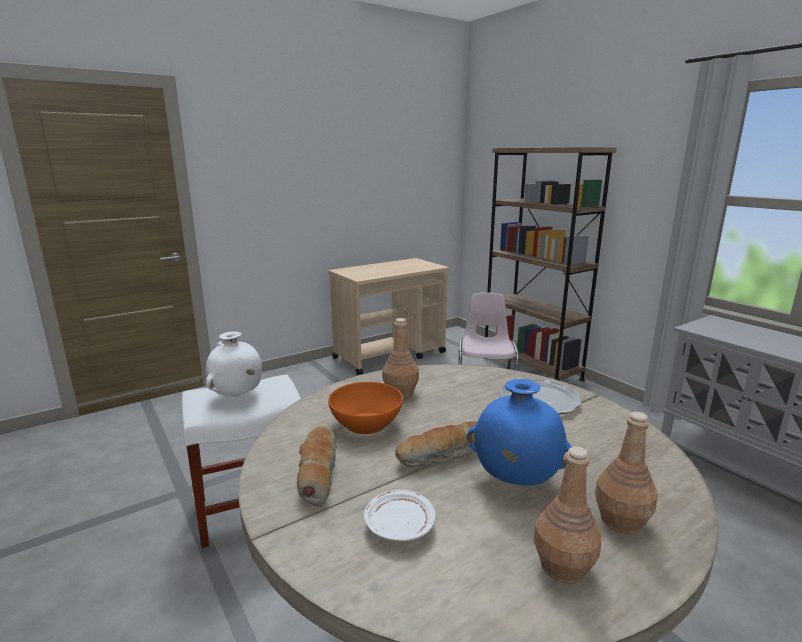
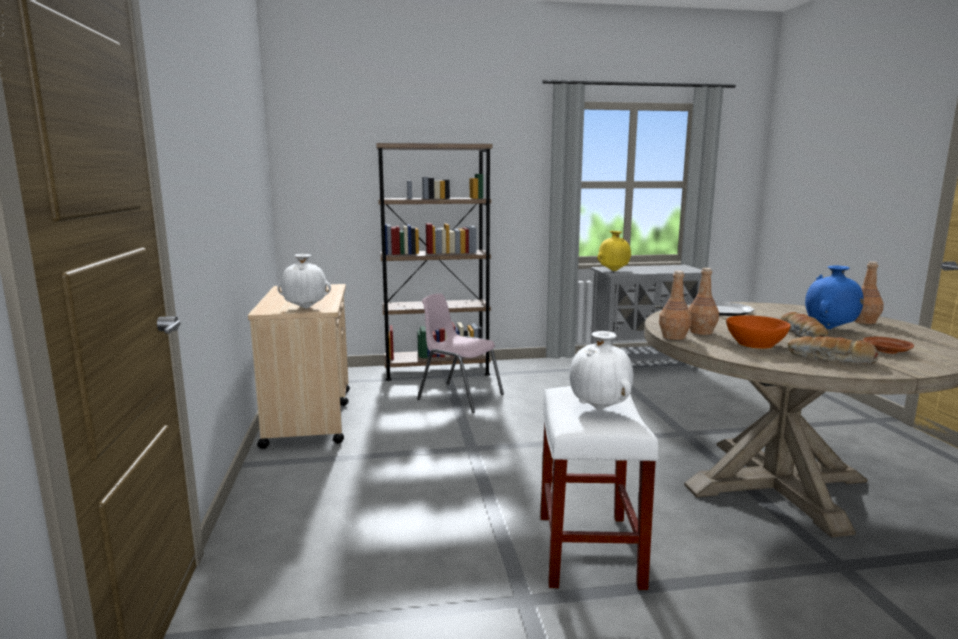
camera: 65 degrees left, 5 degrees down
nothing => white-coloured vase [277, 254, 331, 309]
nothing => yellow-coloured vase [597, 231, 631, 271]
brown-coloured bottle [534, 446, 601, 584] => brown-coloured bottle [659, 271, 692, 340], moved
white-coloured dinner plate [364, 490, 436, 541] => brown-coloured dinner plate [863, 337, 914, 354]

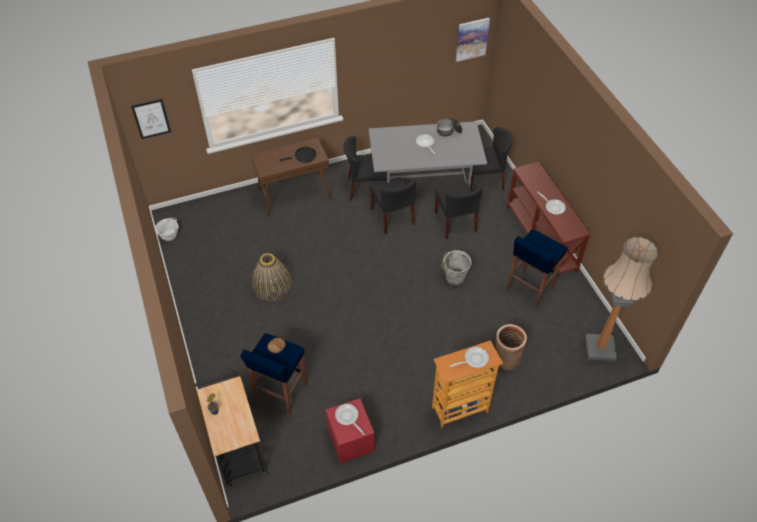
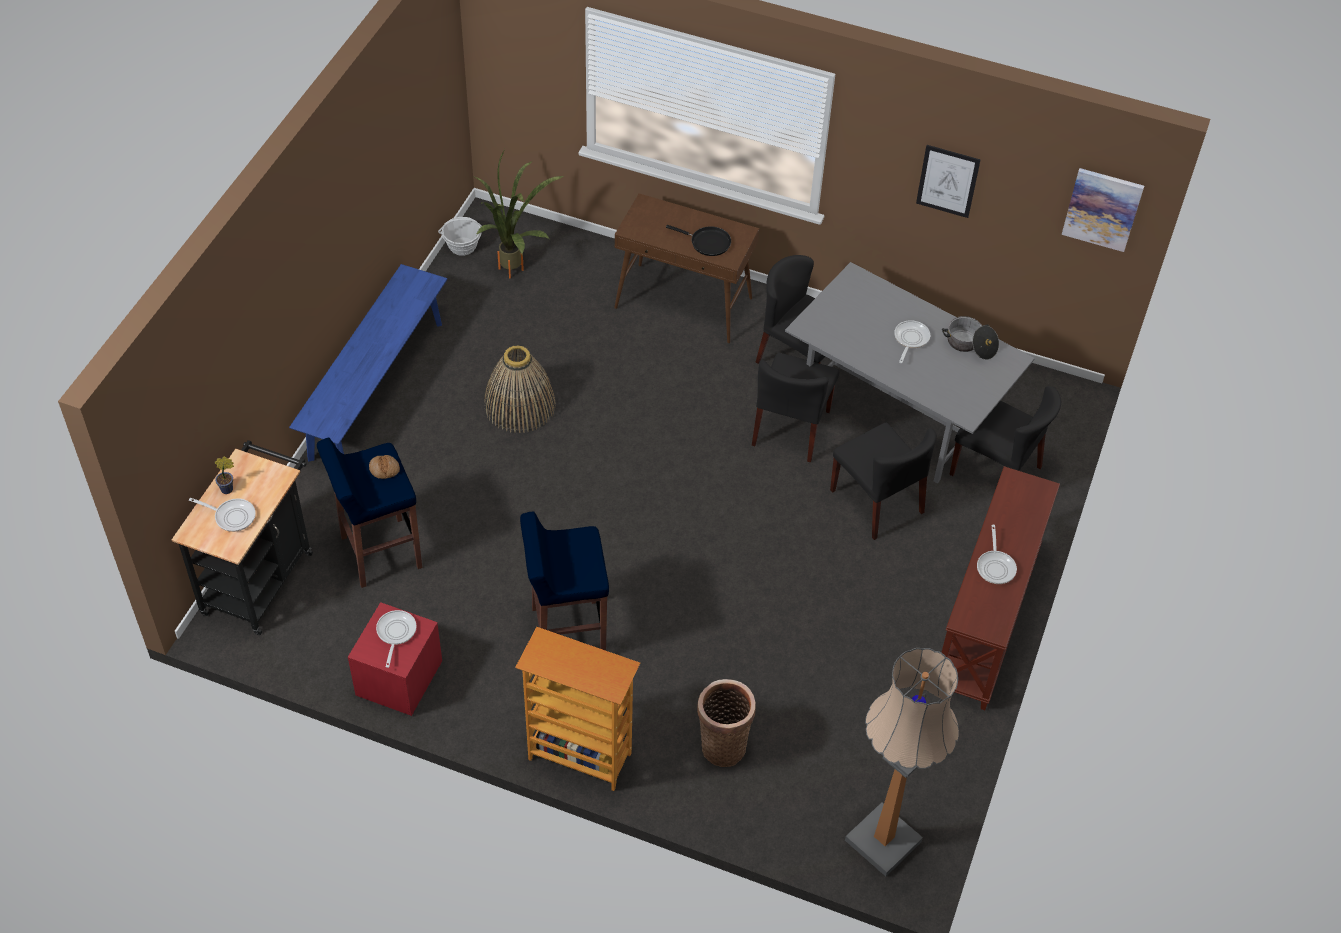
camera: 40 degrees right, 0 degrees up
greyish bucket [441, 250, 472, 285] => nothing
nothing => bluish indoor bench [289, 264, 447, 462]
nothing => potted plant [475, 149, 565, 279]
picture [131, 99, 171, 139] => picture [916, 145, 981, 218], moved
pan [450, 347, 489, 368] => pan [189, 498, 256, 532], moved
bluish sitting stool [506, 230, 567, 308] => bluish sitting stool [520, 511, 609, 651], moved
black-coloured upright chair [435, 183, 482, 239] => black-coloured upright chair [830, 423, 937, 540], 60 degrees counterclockwise

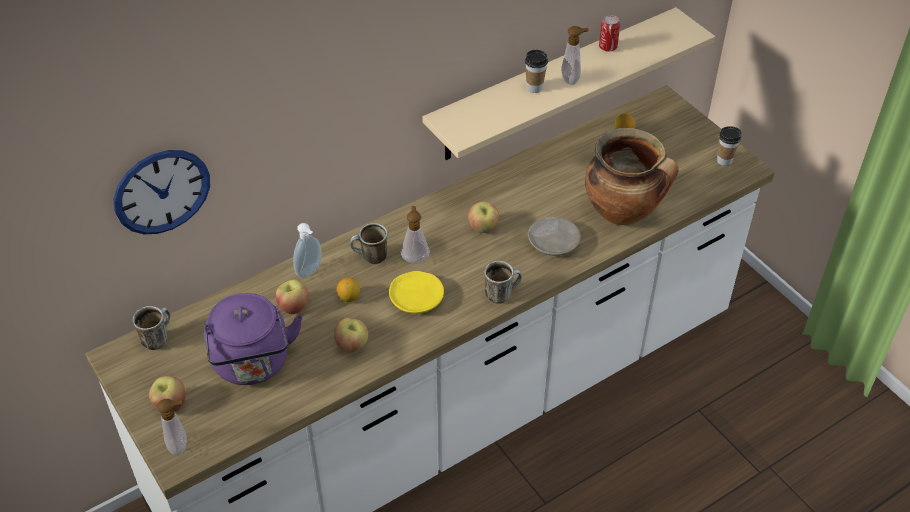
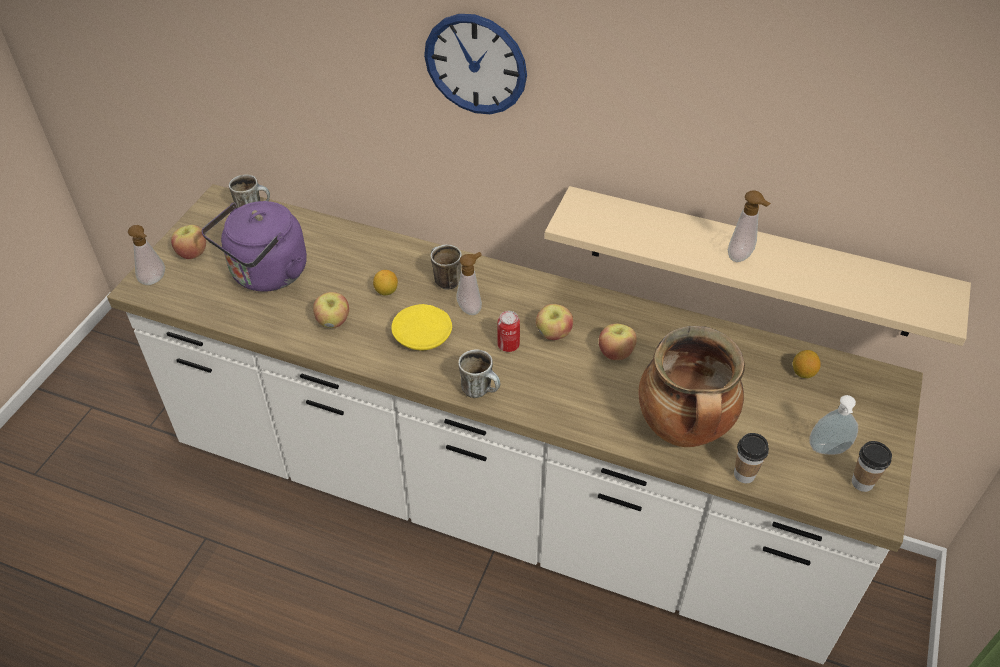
camera: 55 degrees right, 0 degrees up
sand-coloured dinner plate [528, 217, 581, 256] => nothing
clock on the wall [113, 150, 210, 234] => clock on the wall [424, 14, 527, 114], moved
whole apple [276, 279, 309, 314] => whole apple [599, 323, 637, 360], moved
soap bottle [293, 223, 322, 278] => soap bottle [809, 395, 858, 455], moved
small cup [525, 50, 548, 93] => small cup [734, 433, 769, 483], moved
metal can [599, 15, 620, 52] => metal can [497, 311, 520, 352], moved

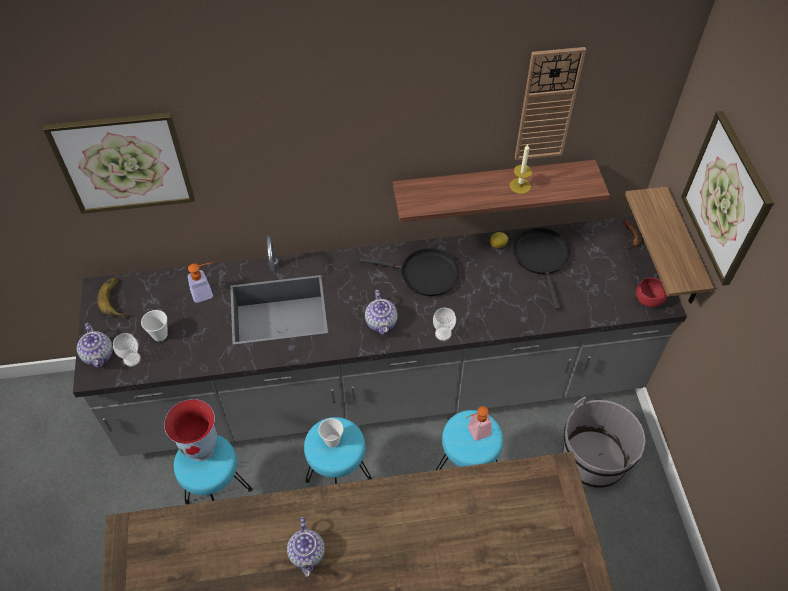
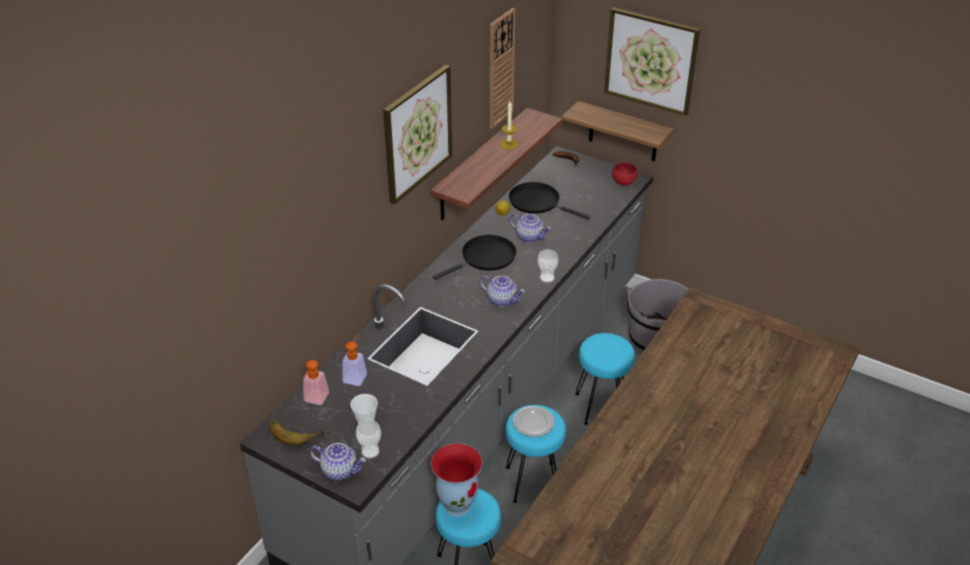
camera: 50 degrees left, 15 degrees down
picture [43, 112, 195, 214] => picture [383, 65, 452, 205], moved
tea pot [287, 517, 325, 577] => tea pot [509, 213, 551, 243], moved
soap bottle [466, 406, 492, 441] => soap bottle [303, 360, 329, 405], moved
small cup [318, 418, 344, 447] => dinner plate [513, 406, 555, 437]

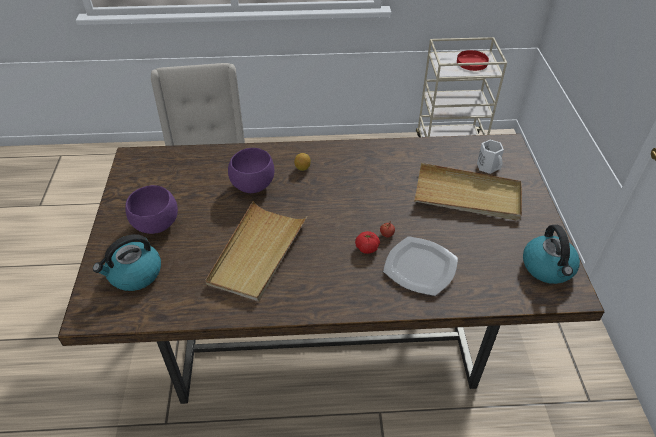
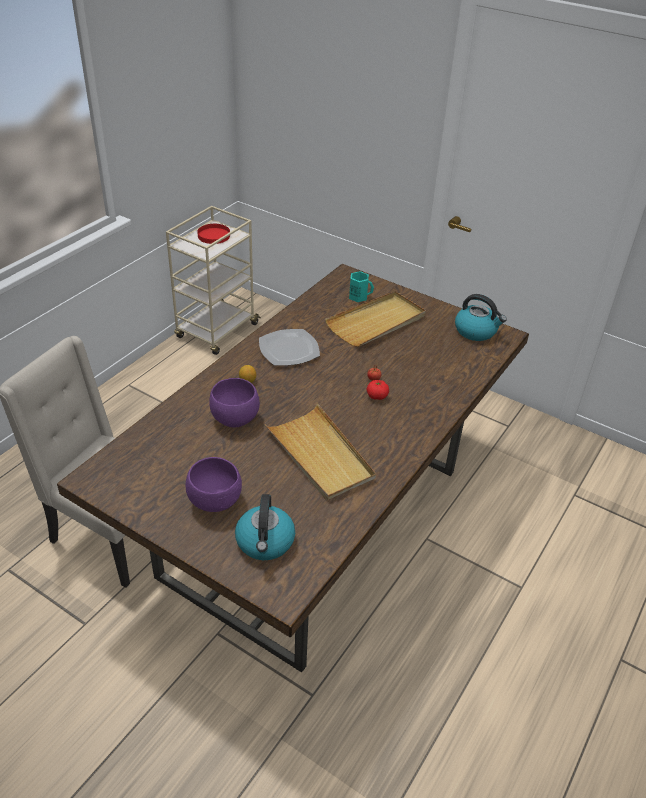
camera: 55 degrees left, 5 degrees down
dinner plate [383, 236, 458, 296] => dinner plate [259, 329, 320, 366], moved
white-coloured mug [477, 140, 504, 174] => turquoise-coloured mug [349, 271, 374, 302]

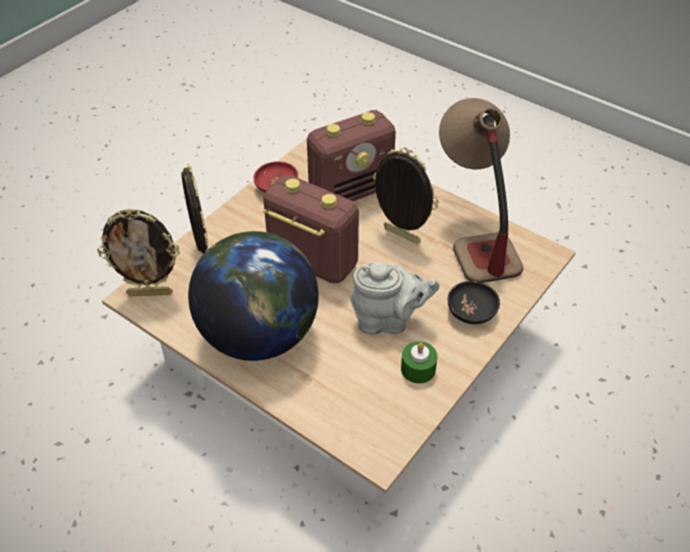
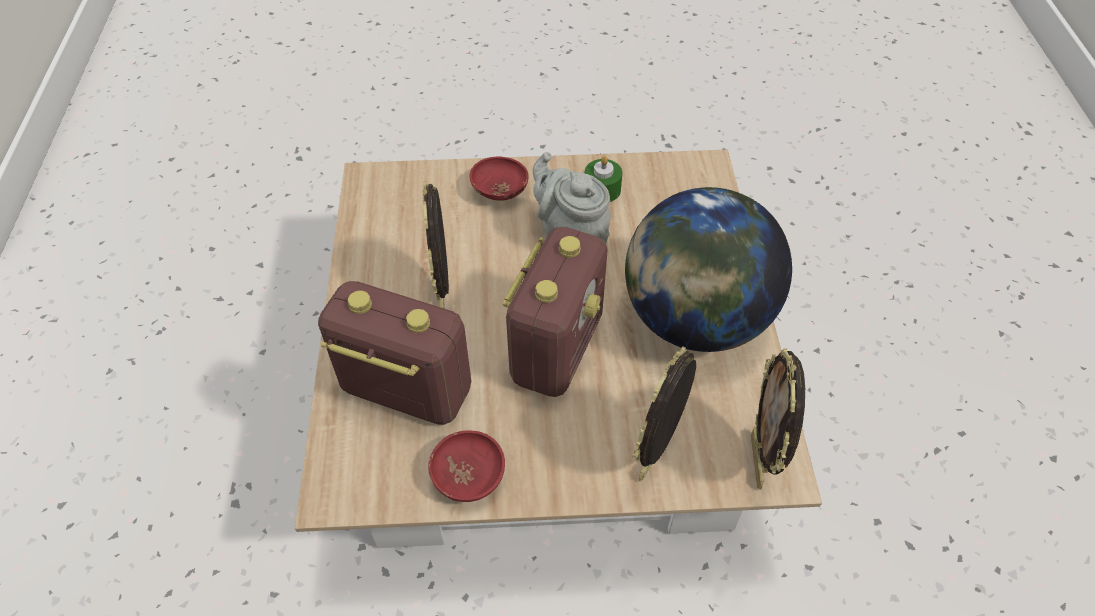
camera: 130 degrees left, 5 degrees up
table lamp [439, 98, 523, 283] => nothing
black-coloured deep dish [448, 281, 500, 324] => red deep dish [470, 156, 529, 201]
photo frame [97, 208, 180, 296] => photo frame [751, 348, 805, 490], 135 degrees counterclockwise
radio set [263, 175, 359, 284] => radio set [503, 227, 608, 397], 150 degrees counterclockwise

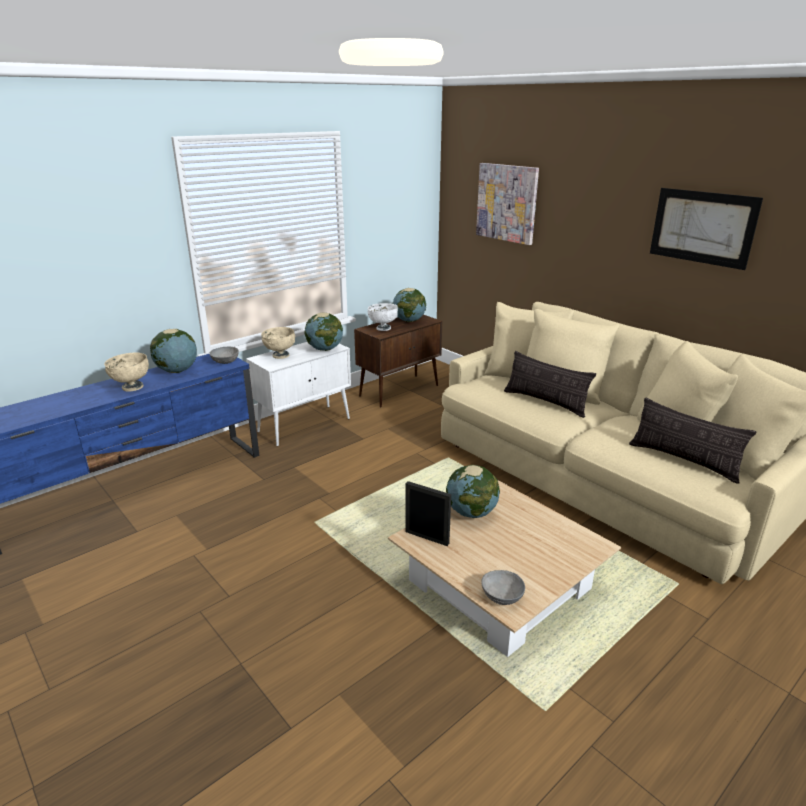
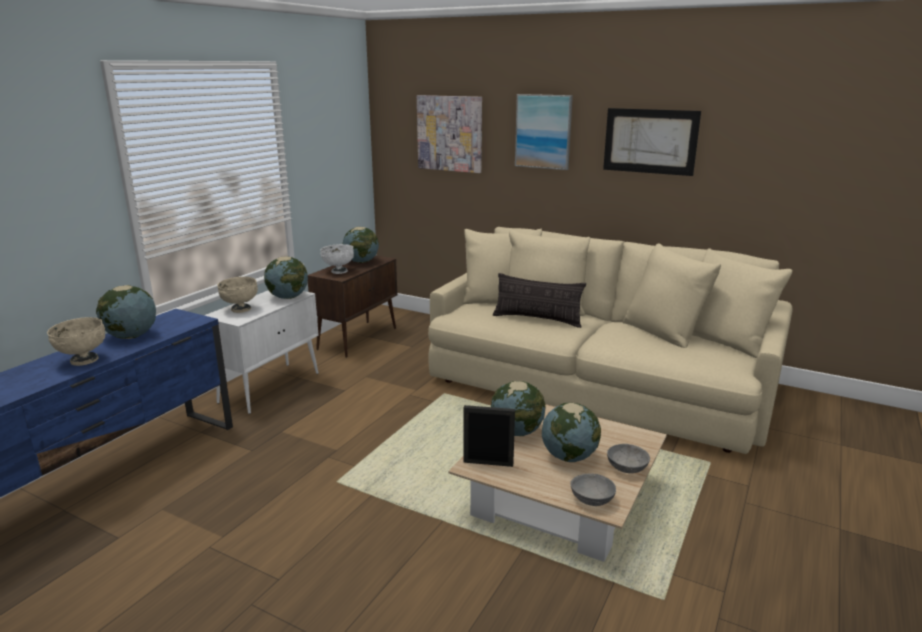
camera: 20 degrees left, 5 degrees down
throw pillow [629, 397, 756, 484] => nothing
nothing => picture [515, 94, 573, 170]
nothing => desk globe [542, 403, 601, 462]
greyish deep dish [209, 347, 239, 364] => greyish deep dish [607, 444, 650, 473], moved

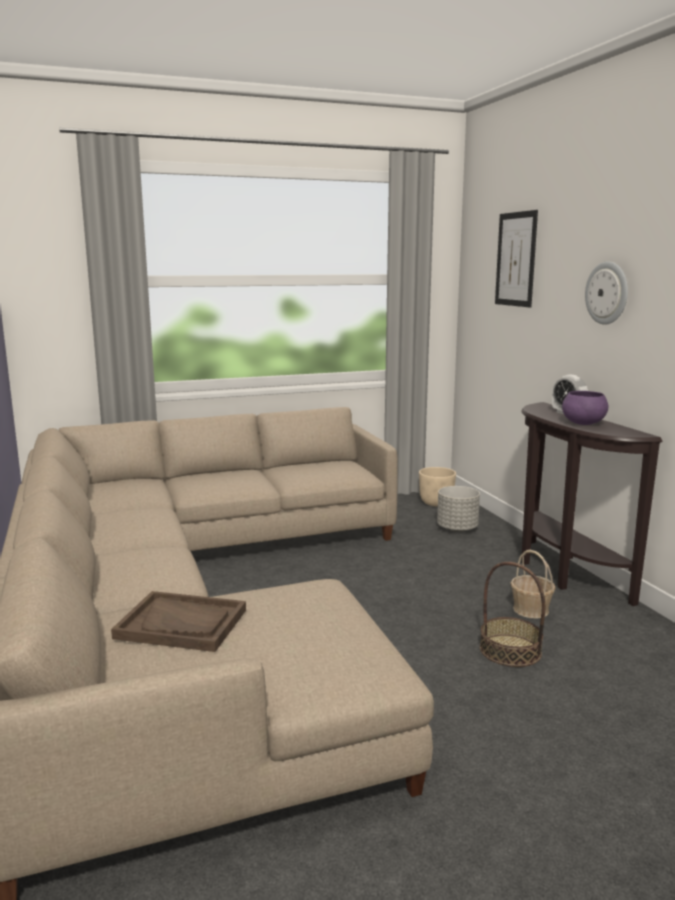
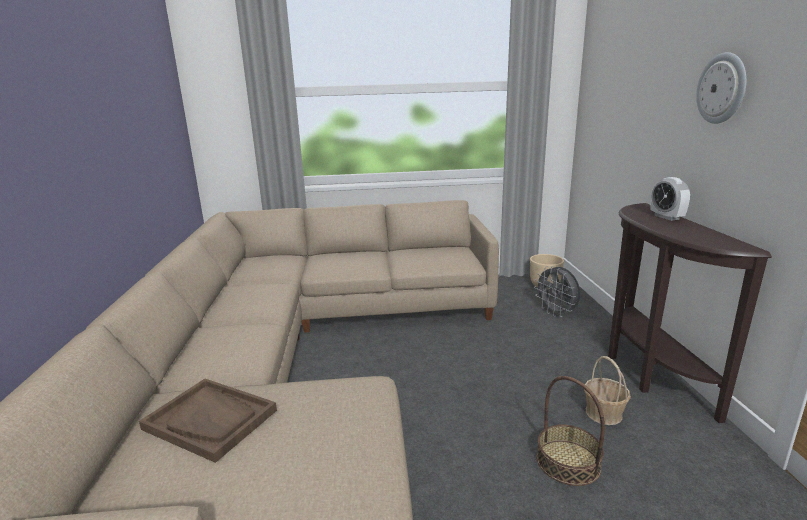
camera: 15 degrees right, 5 degrees up
picture [495, 210, 538, 307] => nothing
purple-coloured deep dish [562, 391, 608, 425] => nothing
greyish planter [437, 486, 480, 532] => greyish fan [534, 266, 580, 317]

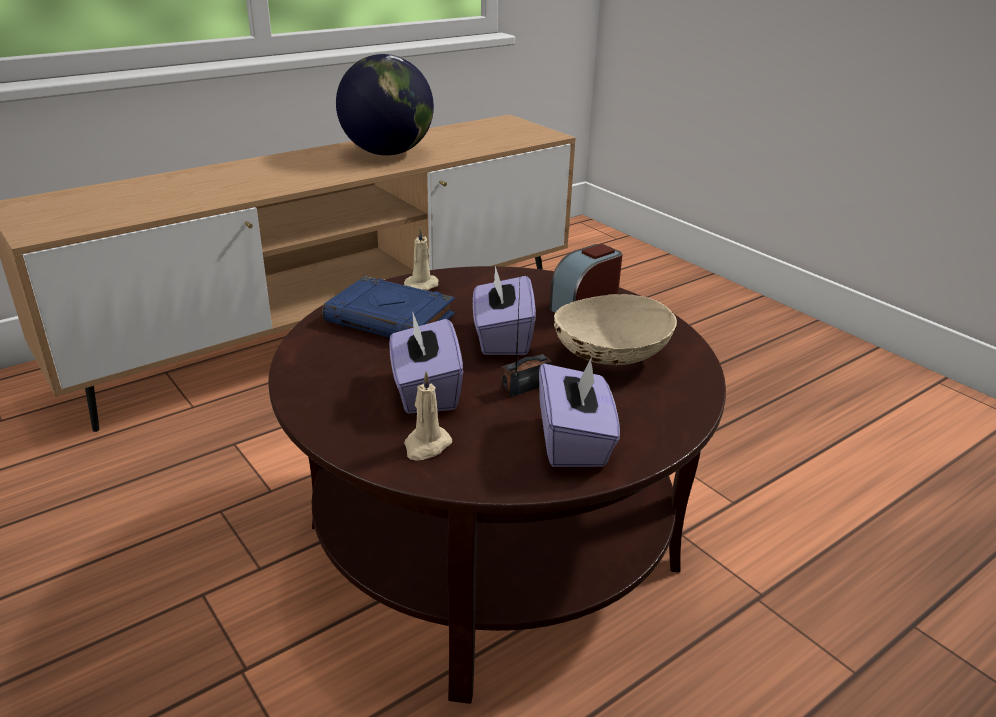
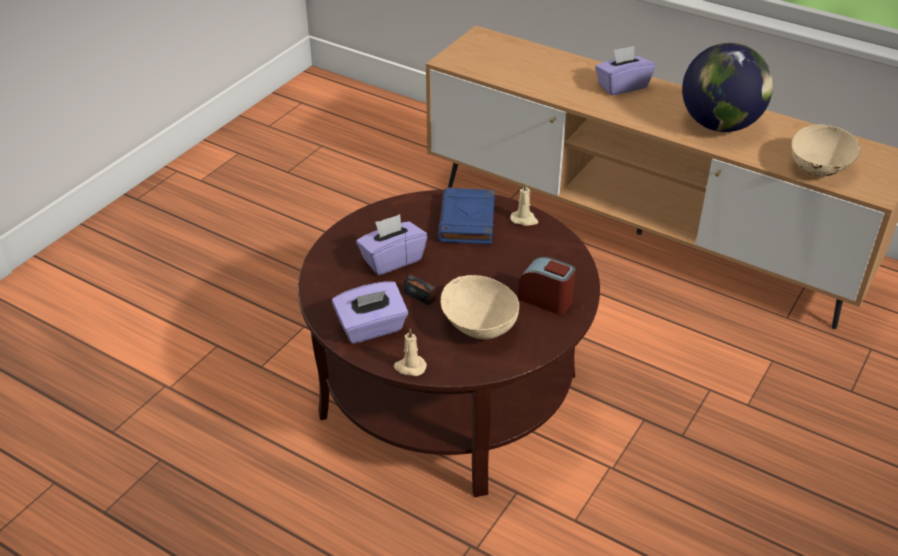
camera: 70 degrees right, 10 degrees up
nothing => sand-coloured deep dish [792, 124, 861, 176]
sand-coloured candle [404, 371, 452, 461] => sand-coloured candle [394, 328, 427, 376], moved
purple-coloured tissue box [473, 266, 536, 355] => purple-coloured tissue box [595, 46, 655, 95], moved

